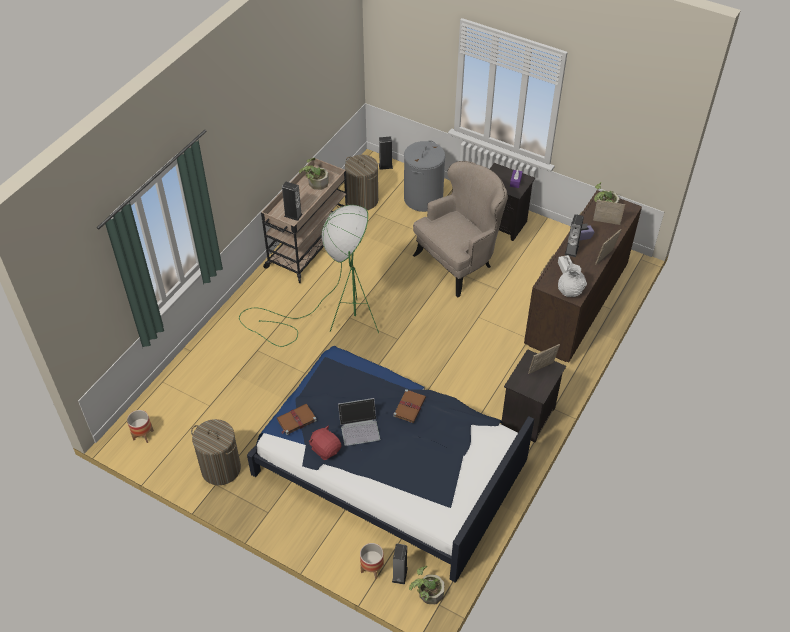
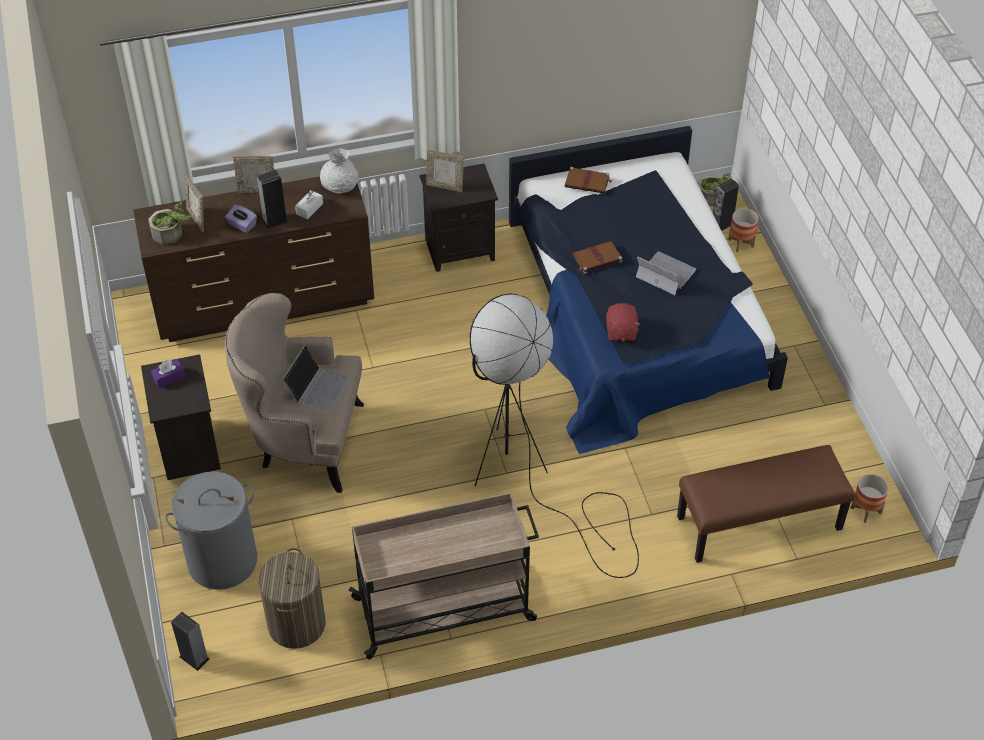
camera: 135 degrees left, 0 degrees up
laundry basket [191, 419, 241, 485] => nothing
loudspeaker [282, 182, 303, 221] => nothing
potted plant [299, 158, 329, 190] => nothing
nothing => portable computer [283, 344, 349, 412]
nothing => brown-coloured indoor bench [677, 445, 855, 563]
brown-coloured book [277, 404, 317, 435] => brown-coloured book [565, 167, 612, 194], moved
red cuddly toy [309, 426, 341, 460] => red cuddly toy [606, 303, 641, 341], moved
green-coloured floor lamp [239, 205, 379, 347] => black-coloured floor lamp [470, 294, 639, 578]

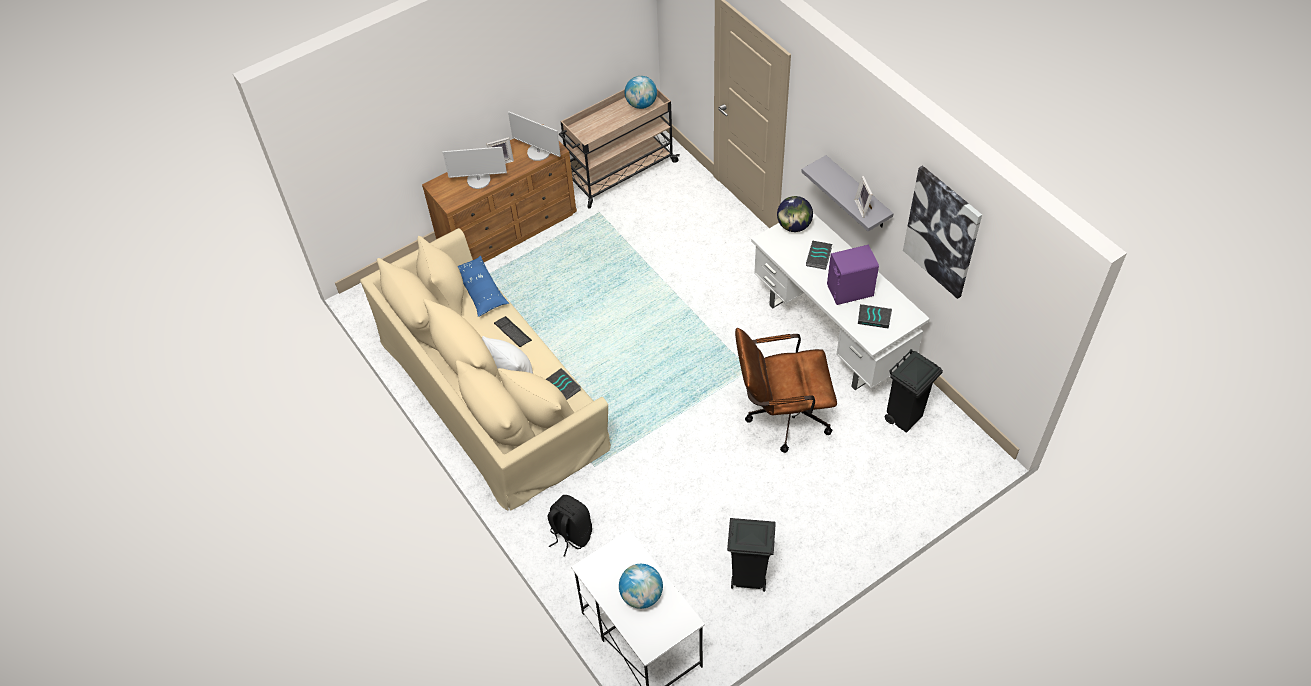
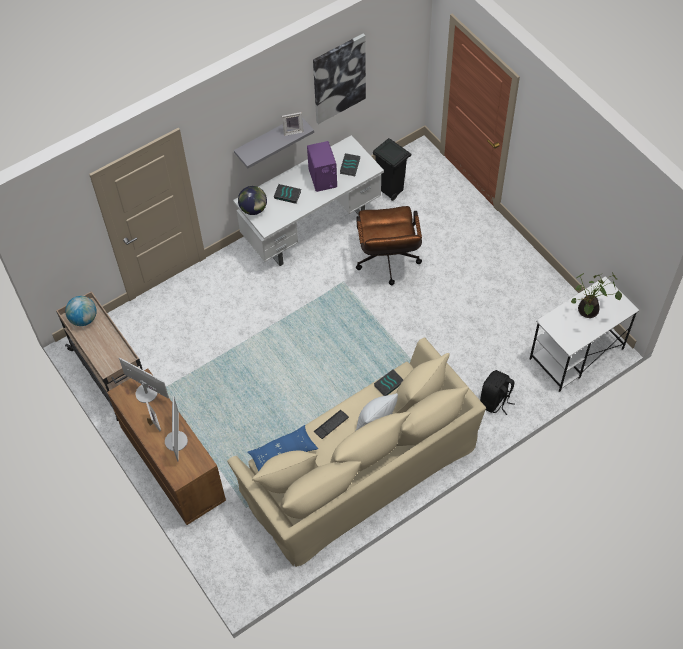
camera: 90 degrees left, 5 degrees up
black-coloured waste bin [727, 518, 776, 592] => nothing
desk globe [619, 564, 663, 609] => potted plant [571, 273, 622, 318]
computer display [508, 111, 561, 161] => computer display [119, 357, 169, 403], 90 degrees counterclockwise

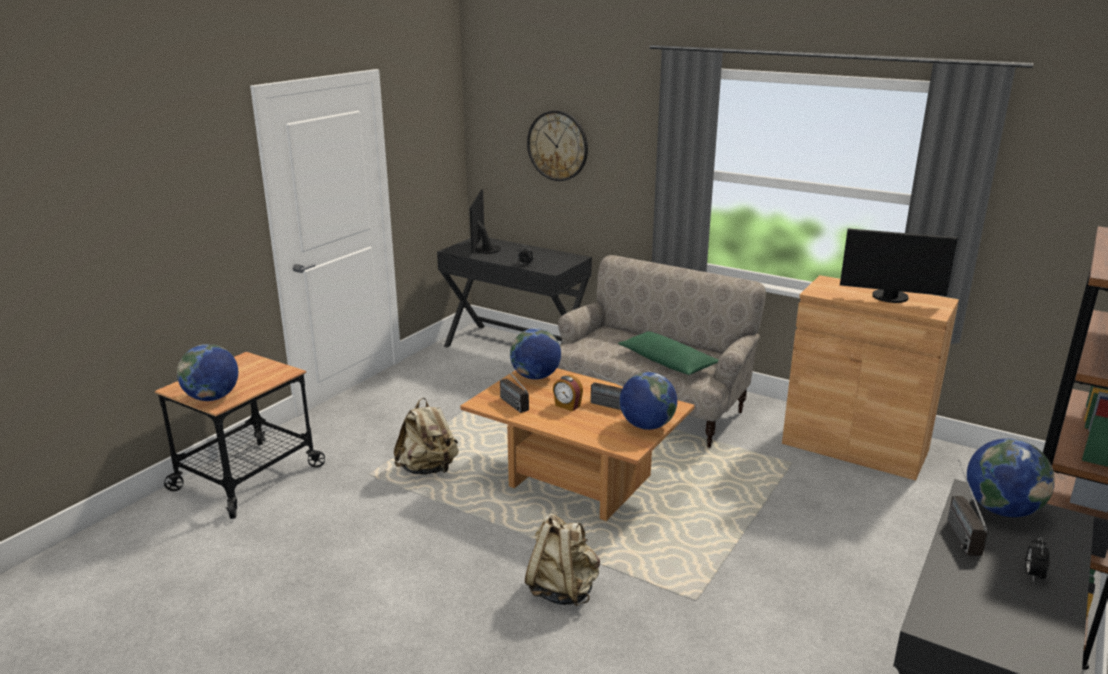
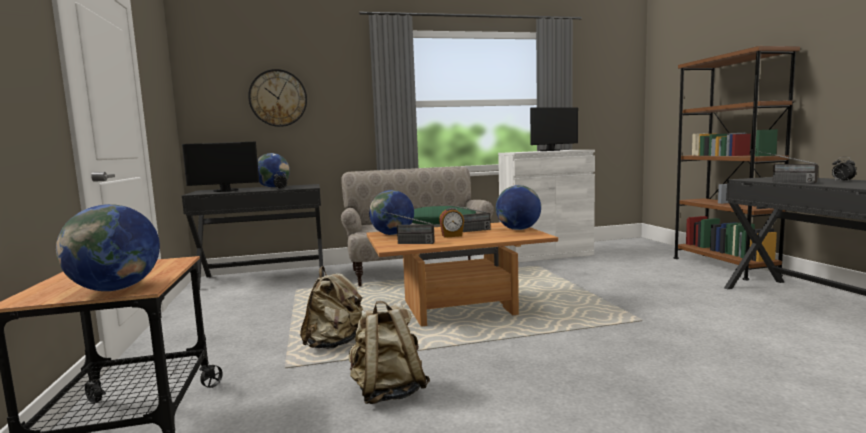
camera: 45 degrees left, 15 degrees down
sand-coloured backpack [525, 513, 600, 606] => sand-coloured backpack [349, 301, 430, 404], moved
desk globe [967, 438, 1055, 517] => desk globe [257, 153, 290, 188], moved
brown-coloured cabinet [782, 275, 959, 481] => white-coloured cabinet [498, 150, 595, 262]
computer display [470, 189, 501, 254] => computer display [182, 142, 259, 192], 60 degrees counterclockwise

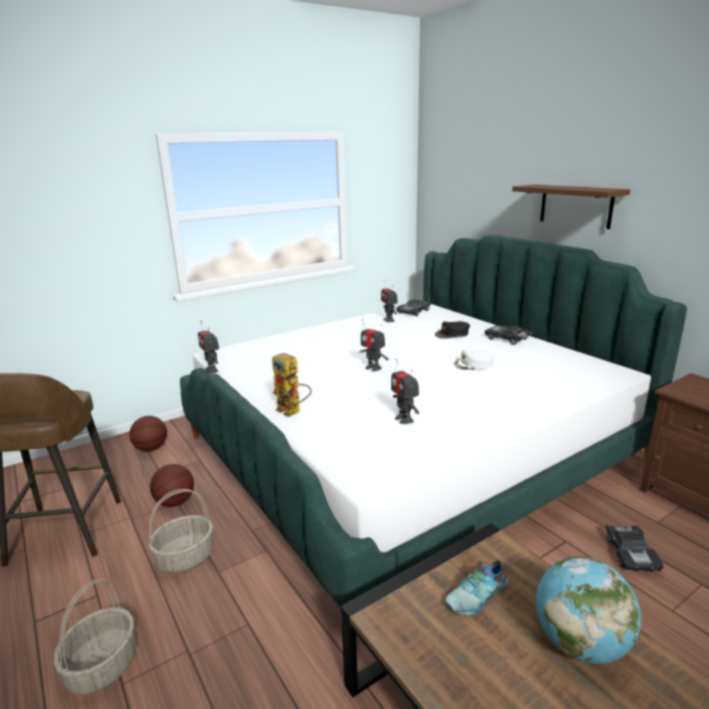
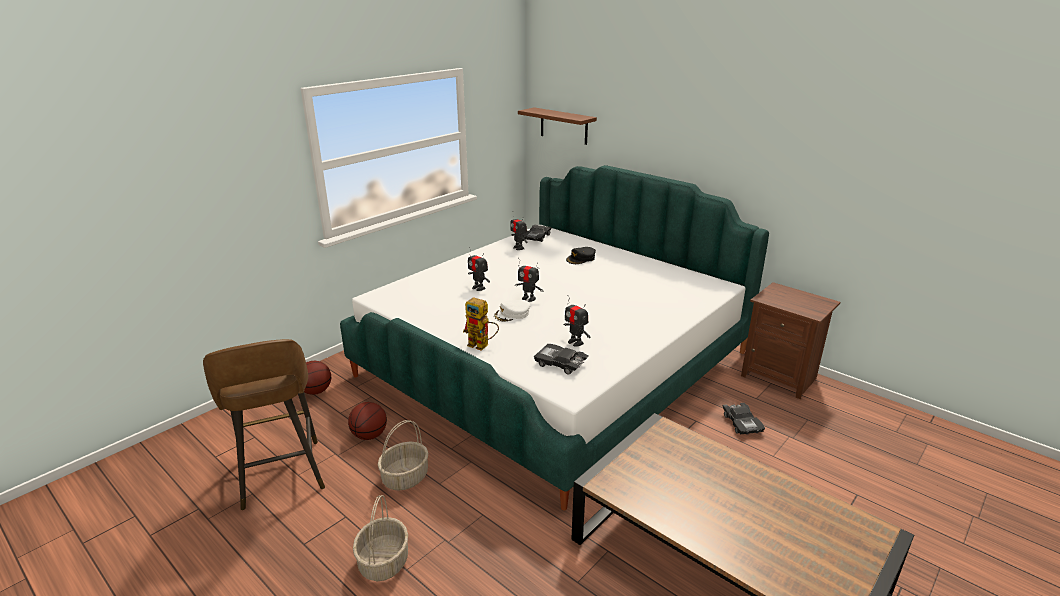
camera: 15 degrees left, 5 degrees up
low shoe [445, 560, 509, 615] => nothing
desk globe [535, 556, 642, 664] => nothing
model robot [198, 322, 219, 373] => model robot [468, 247, 490, 291], moved
white-coloured cap [453, 350, 495, 370] => white-coloured cap [493, 300, 530, 322], moved
black-coloured toy car [485, 325, 533, 345] => black-coloured toy car [534, 344, 589, 375], moved
brown-coloured shelf [512, 184, 630, 229] => brown-coloured shelf [518, 107, 597, 145], moved

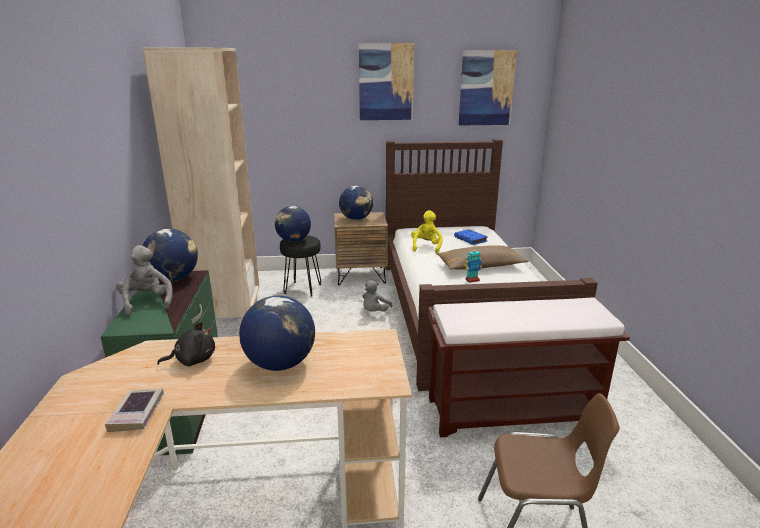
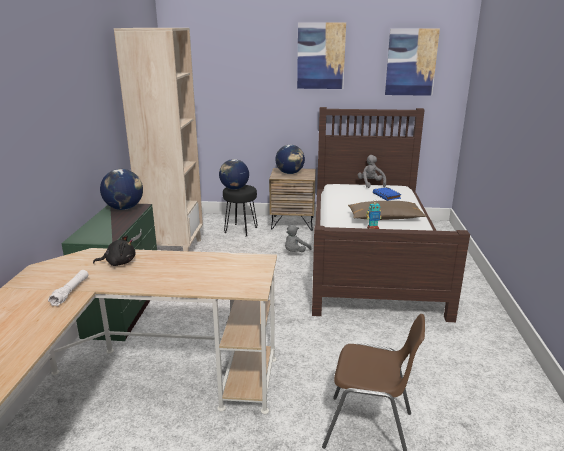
camera: 10 degrees right, 0 degrees up
desk globe [239, 296, 315, 371] => nothing
yellow-coloured cuddly toy [411, 210, 443, 254] => nothing
brown-coloured indoor bench [427, 297, 630, 437] => nothing
greyish cuddly toy [116, 245, 173, 315] => greyish cuddly toy [358, 155, 386, 188], moved
book [105, 388, 164, 432] => white-coloured torch [48, 270, 89, 306]

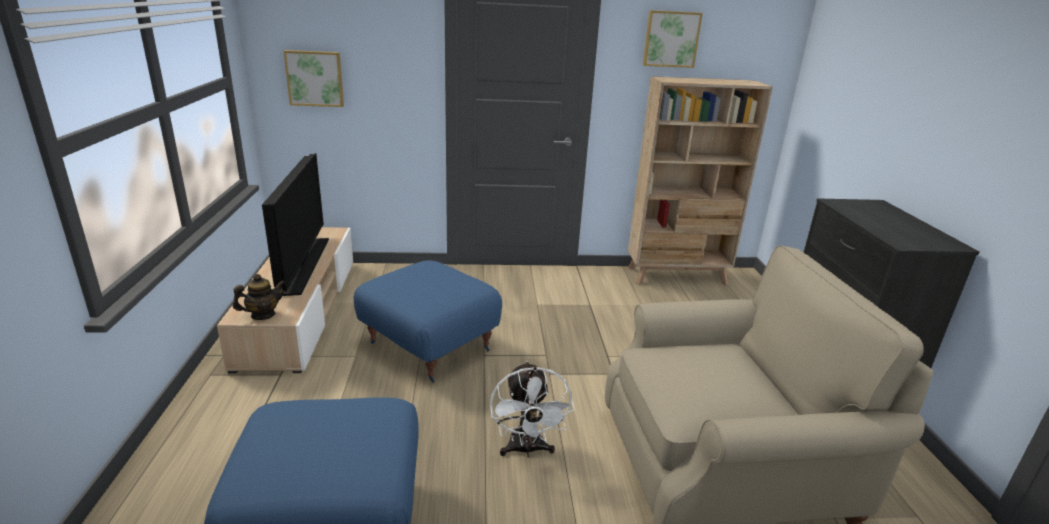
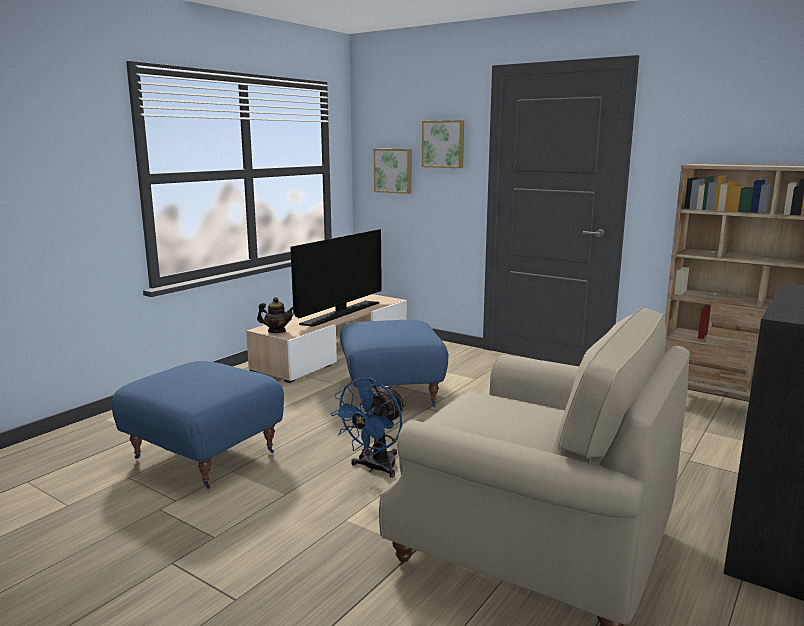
camera: 40 degrees right, 10 degrees down
picture [643, 10, 703, 68] => picture [422, 120, 464, 168], moved
white-coloured fan [490, 361, 575, 457] => bluish fan [331, 378, 405, 478]

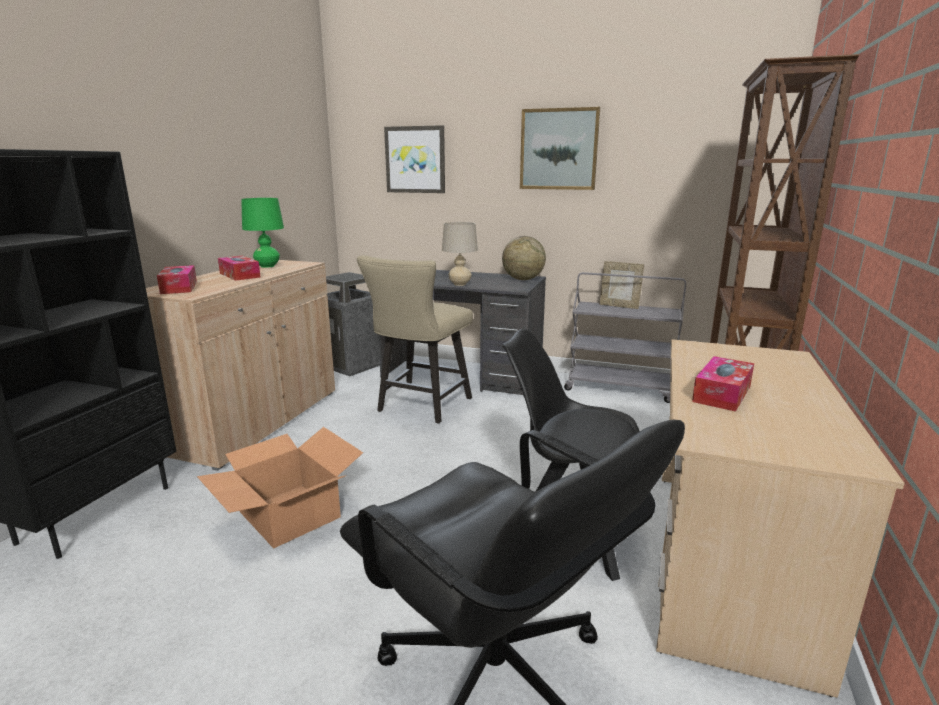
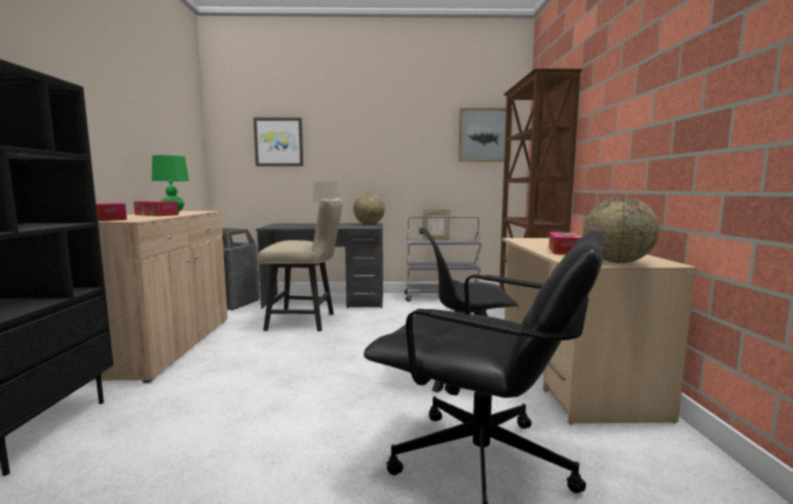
camera: 20 degrees left, 10 degrees down
carton [197, 427, 363, 549] => nothing
nothing => desk globe [584, 197, 659, 263]
picture [520, 107, 600, 190] => picture [458, 108, 513, 162], moved
sand-coloured upright chair [357, 255, 473, 424] => sand-coloured upright chair [258, 198, 342, 331], 90 degrees counterclockwise

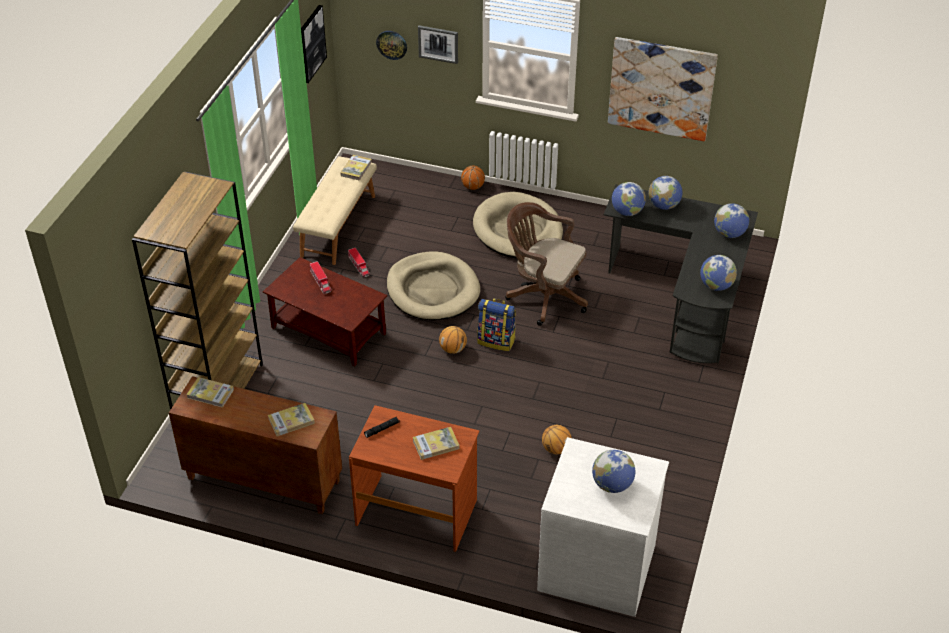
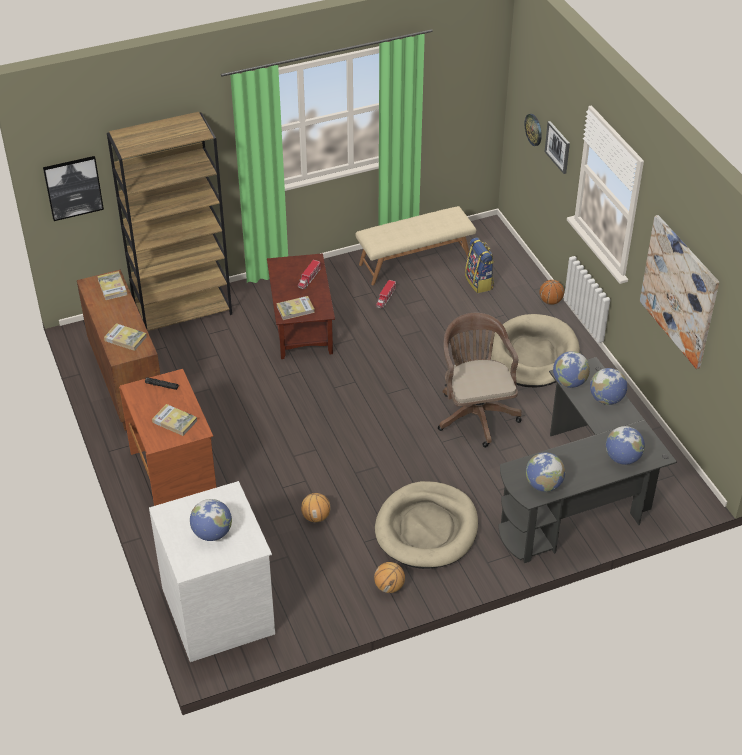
camera: 50 degrees right, 0 degrees up
picture [301, 5, 327, 83] => picture [43, 156, 104, 221], moved
book [340, 155, 372, 181] => book [277, 296, 315, 320], moved
sand-coloured pet bed [387, 252, 480, 320] => sand-coloured pet bed [375, 481, 478, 569], moved
ball for basketball [439, 326, 467, 354] => ball for basketball [374, 562, 405, 593], moved
backpack [477, 298, 516, 351] => backpack [465, 238, 494, 293], moved

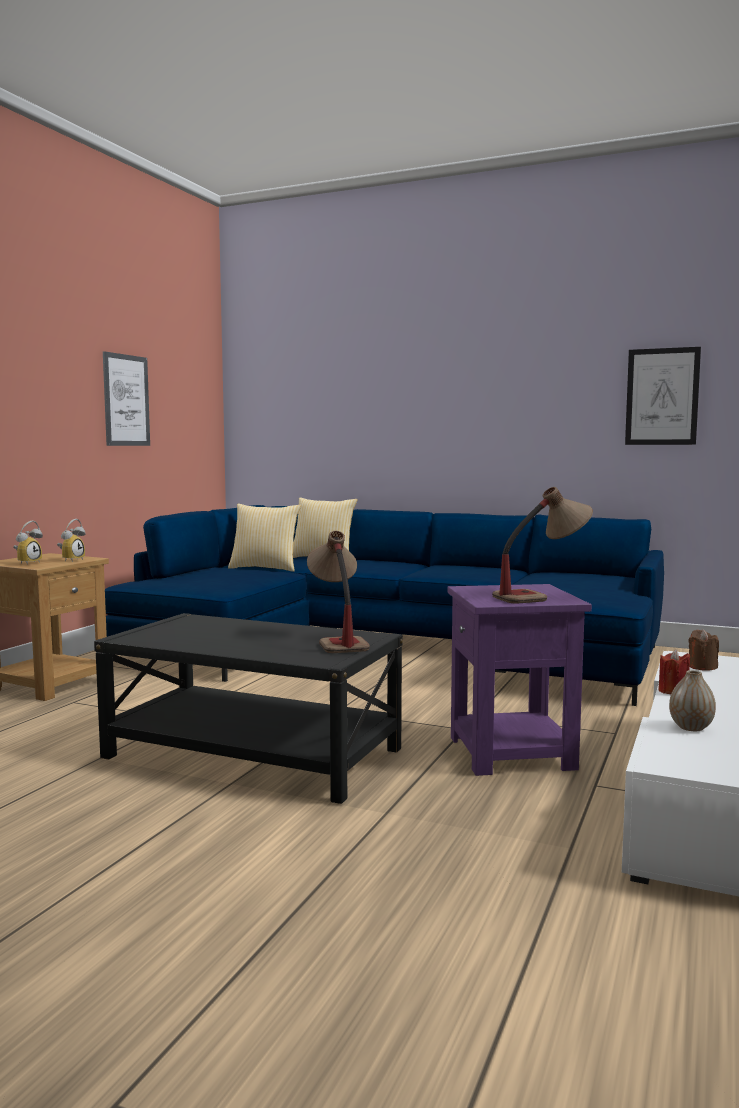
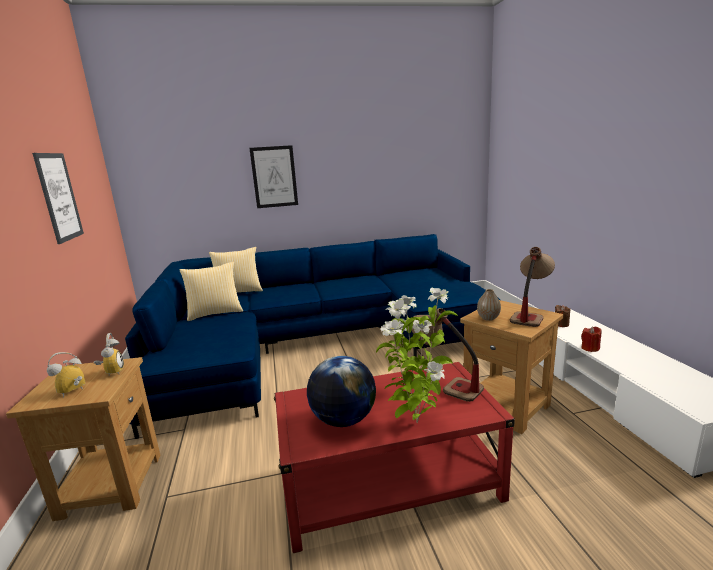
camera: 35 degrees left, 10 degrees up
nothing => desk globe [307, 356, 376, 427]
nothing => potted plant [376, 288, 458, 423]
picture [625, 347, 701, 445] => picture [249, 145, 298, 208], moved
vase [669, 670, 716, 731] => vase [477, 289, 501, 321], moved
black-coloured coffee table [94, 613, 403, 804] => red coffee table [274, 362, 515, 553]
purple-coloured end table [447, 584, 592, 776] => brown-coloured end table [460, 300, 563, 434]
table clock [13, 521, 43, 565] => table clock [47, 352, 86, 398], 135 degrees counterclockwise

